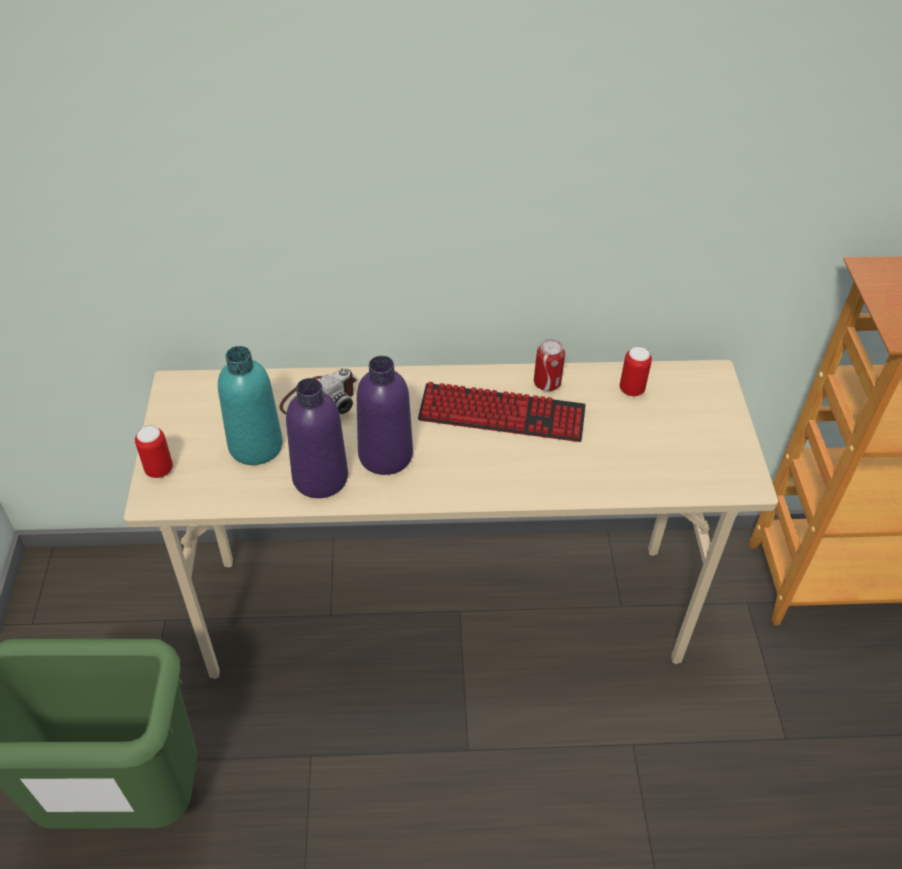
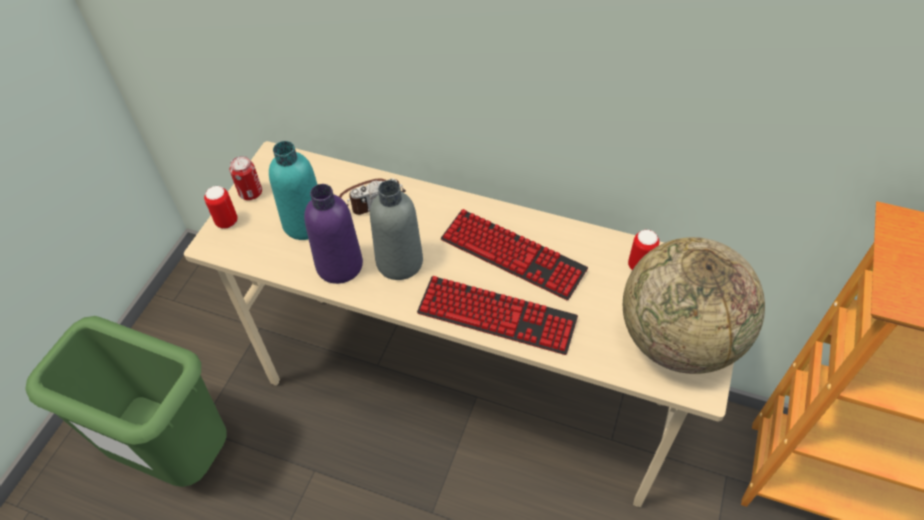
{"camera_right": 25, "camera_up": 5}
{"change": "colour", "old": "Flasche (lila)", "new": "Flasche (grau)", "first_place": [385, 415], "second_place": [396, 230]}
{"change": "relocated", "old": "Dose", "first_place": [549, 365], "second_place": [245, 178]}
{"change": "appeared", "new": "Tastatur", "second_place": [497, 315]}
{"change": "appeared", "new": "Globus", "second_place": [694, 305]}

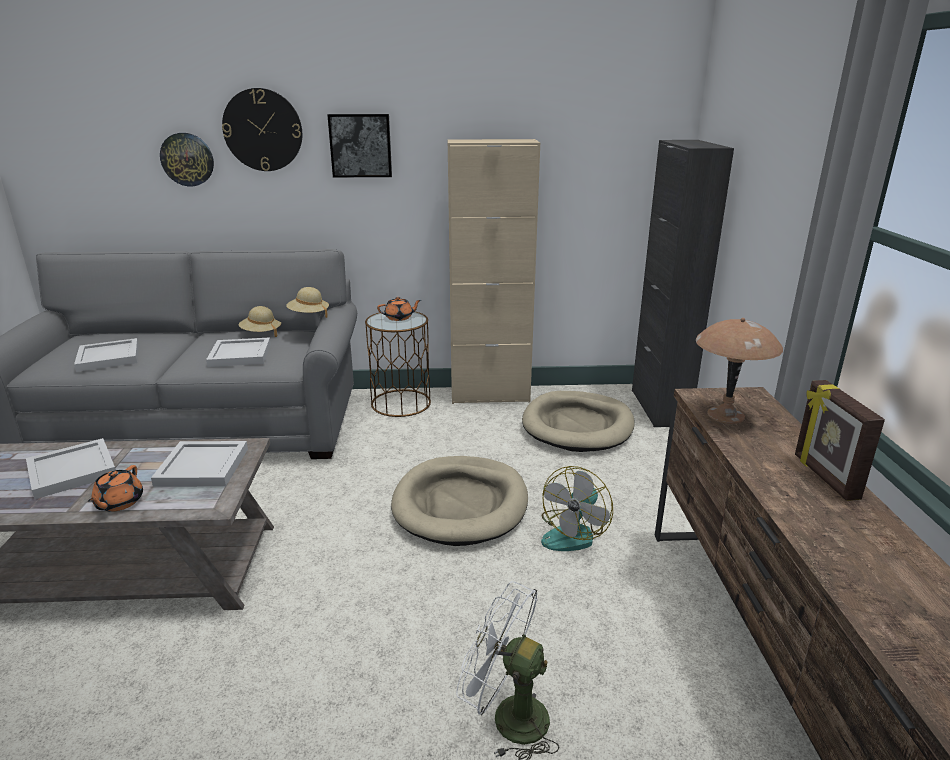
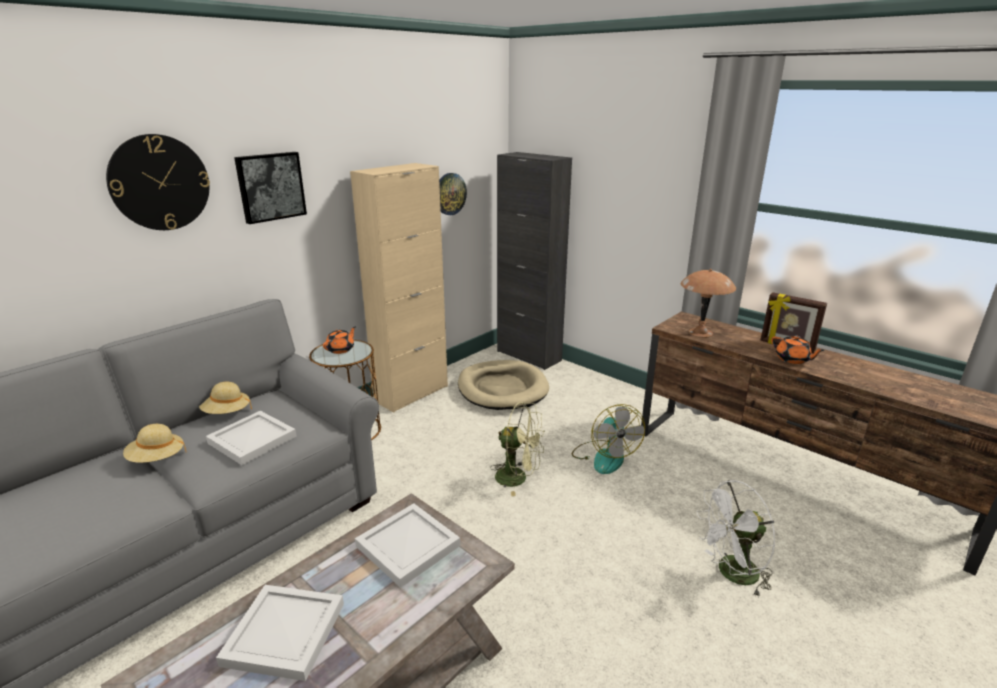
{"camera_right": -45, "camera_up": 0}
{"change": "missing", "old": "Tablett (weiß)", "first_place": [106, 355]}
{"change": "relocated", "old": "Teekanne (orange)", "first_place": [115, 488], "second_place": [798, 350]}
{"change": "relocated", "old": "Wanduhr", "first_place": [187, 159], "second_place": [453, 194]}
{"change": "relocated", "old": "Hut (beige)", "first_place": [307, 302], "second_place": [155, 443]}
{"change": "exchanged", "old": "Hundebett (beige)", "new": "Ventilator (grün)", "first_place": [459, 501], "second_place": [517, 449]}

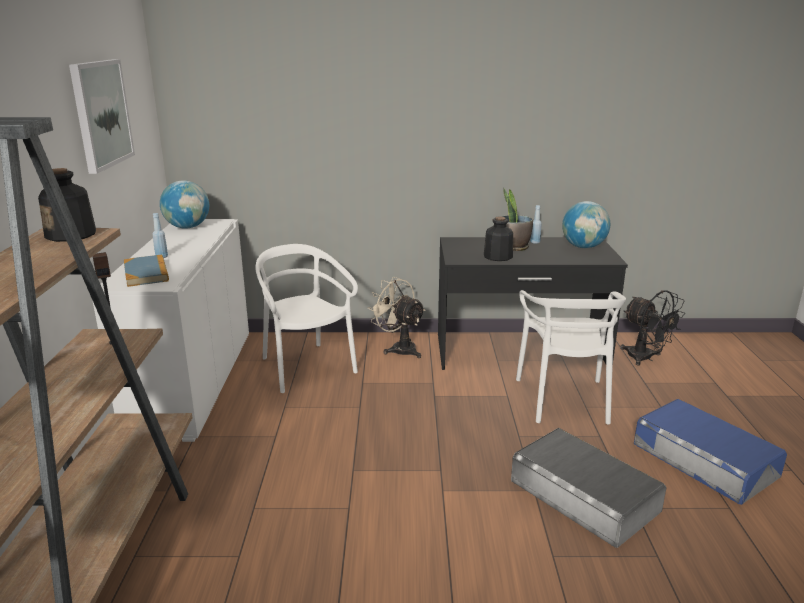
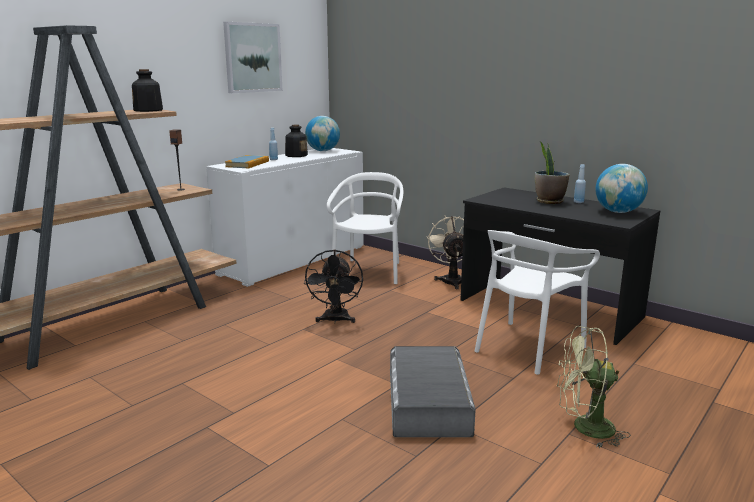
{"camera_right": 40, "camera_up": -5}
{"change": "relocated", "old": "Flasche", "first_place": [498, 238], "second_place": [296, 141]}
{"change": "relocated", "old": "Ventilator (schwarz)", "first_place": [652, 328], "second_place": [333, 286]}
{"change": "exchanged", "old": "Aufbewahrungsbox (blau)", "new": "Ventilator (grün)", "first_place": [710, 452], "second_place": [594, 387]}

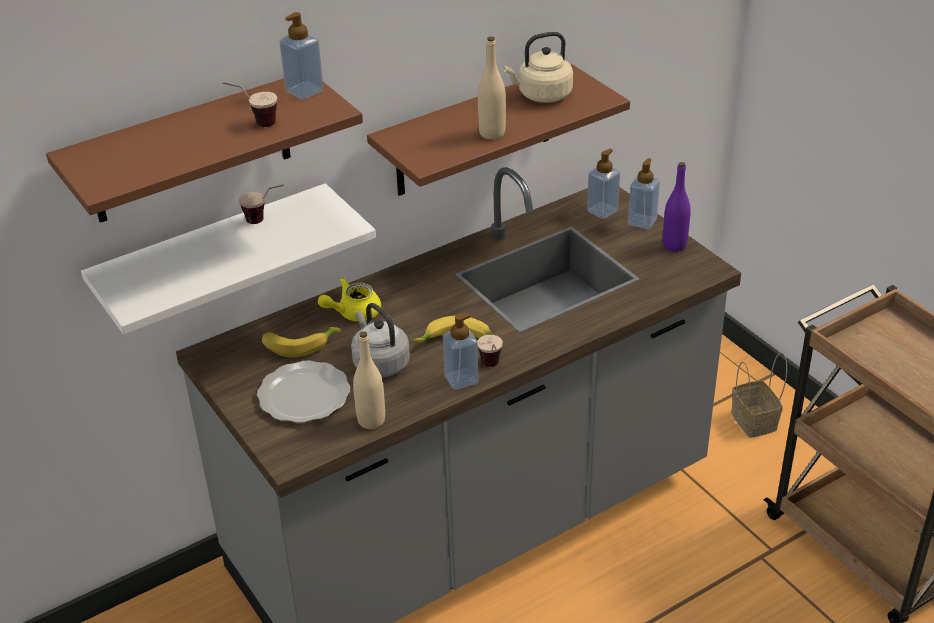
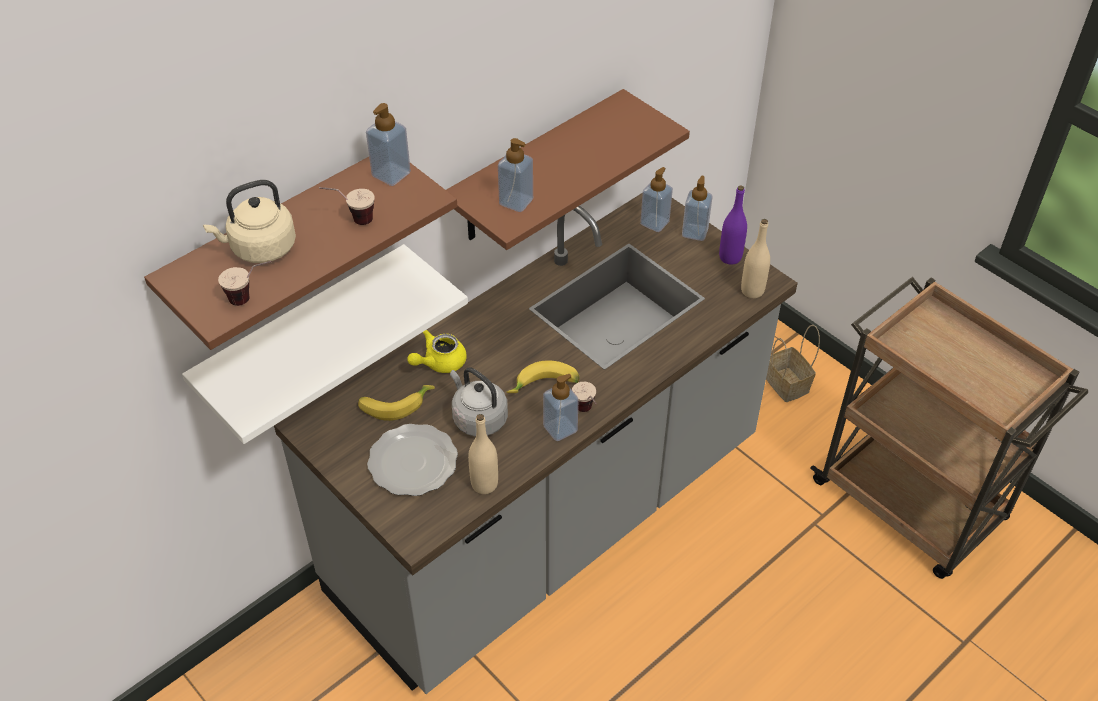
{"camera_right": -10, "camera_up": 10}
{"change": "relocated", "old": "Tasse", "first_place": [261, 204], "second_place": [245, 283]}
{"change": "relocated", "old": "Flasche (beige)", "first_place": [492, 88], "second_place": [755, 258]}
{"change": "relocated", "old": "Wasserkessel (beige)", "first_place": [538, 67], "second_place": [249, 221]}
{"change": "appeared", "new": "Seifenspender", "second_place": [515, 175]}

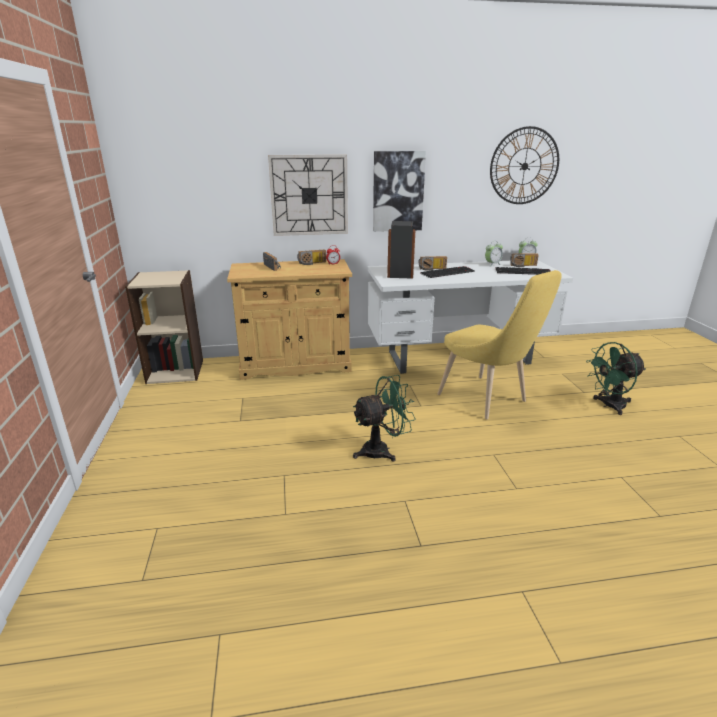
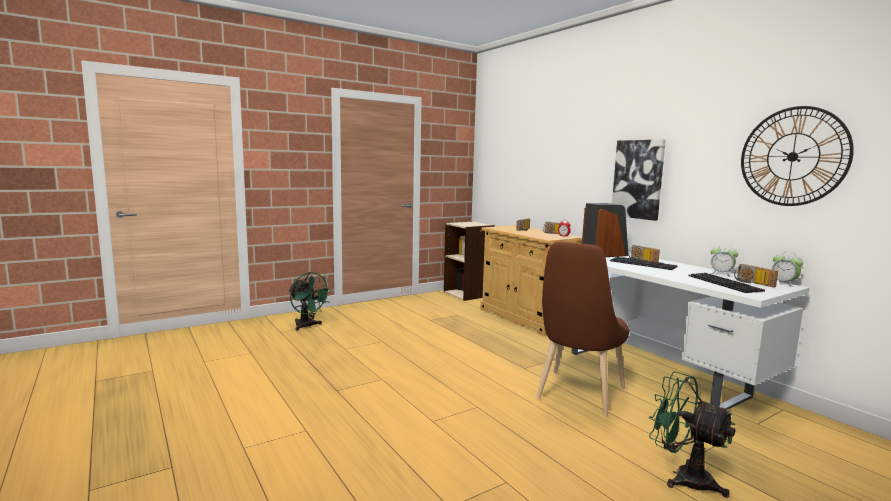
{"camera_right": 65, "camera_up": -15}
{"change": "missing", "old": "Wanduhr", "first_place": [308, 195]}
{"change": "relocated", "old": "Ventilator (grün)", "first_place": [384, 418], "second_place": [310, 301]}
{"change": "colour", "old": "Stuhl (gelb)", "new": "Stuhl (braun)", "first_place": [499, 344], "second_place": [583, 329]}

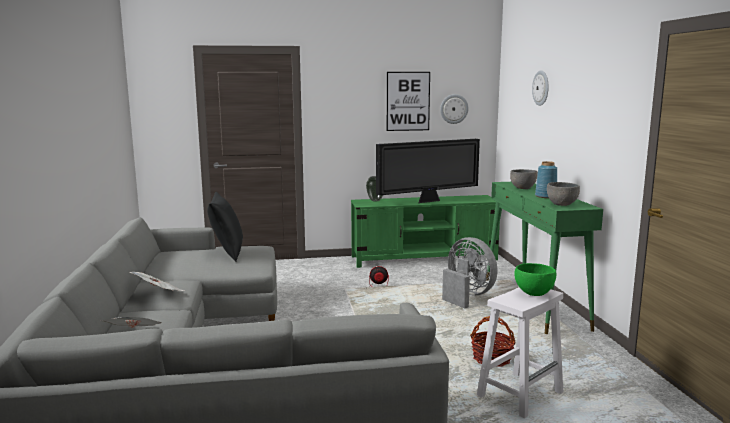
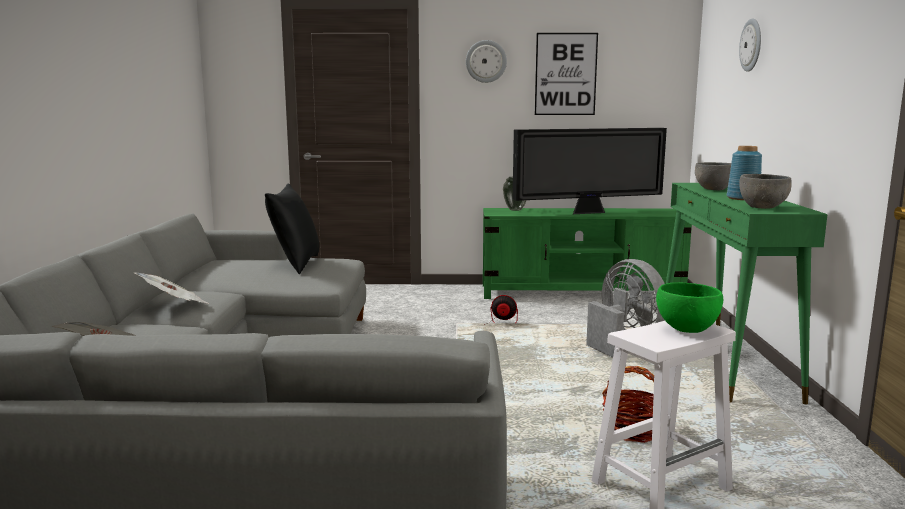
{"camera_right": 10, "camera_up": 0}
{"change": "relocated", "old": "Wanduhr", "first_place": [454, 109], "second_place": [486, 61]}

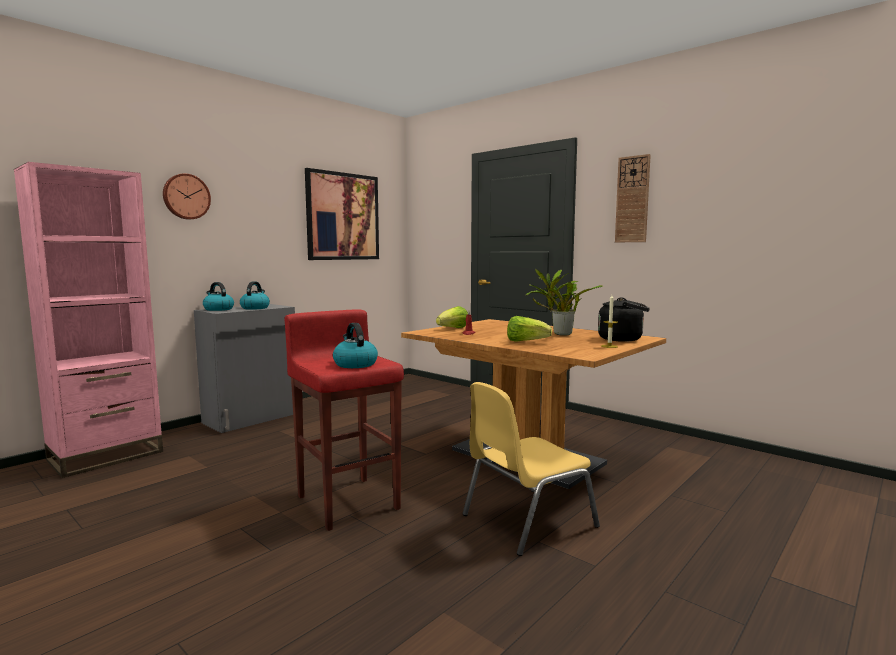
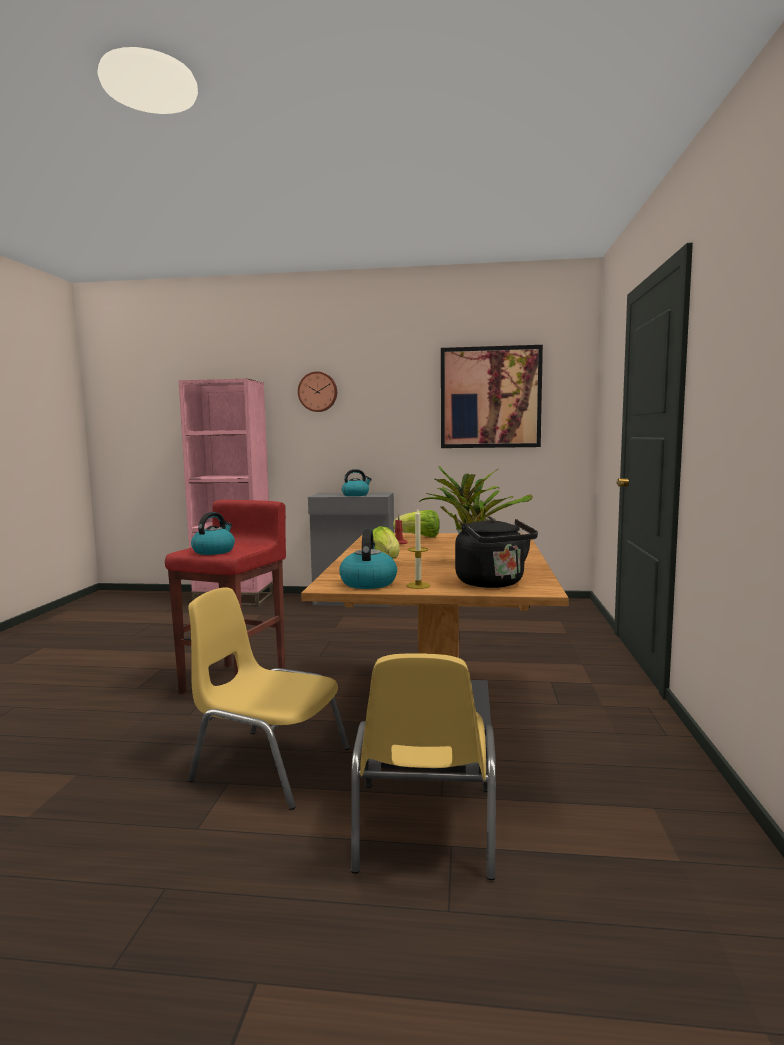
{"camera_right": 55, "camera_up": 0}
{"change": "relocated", "old": "Wasserkessel", "first_place": [218, 296], "second_place": [368, 559]}
{"change": "missing", "old": "Wanduhr", "first_place": [633, 198]}
{"change": "appeared", "new": "Stuhl (gelb)", "second_place": [423, 766]}

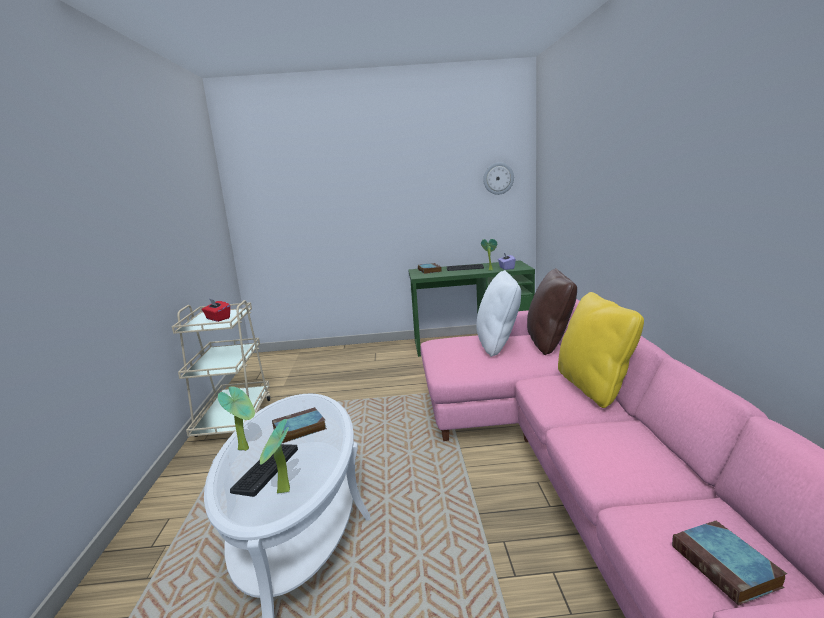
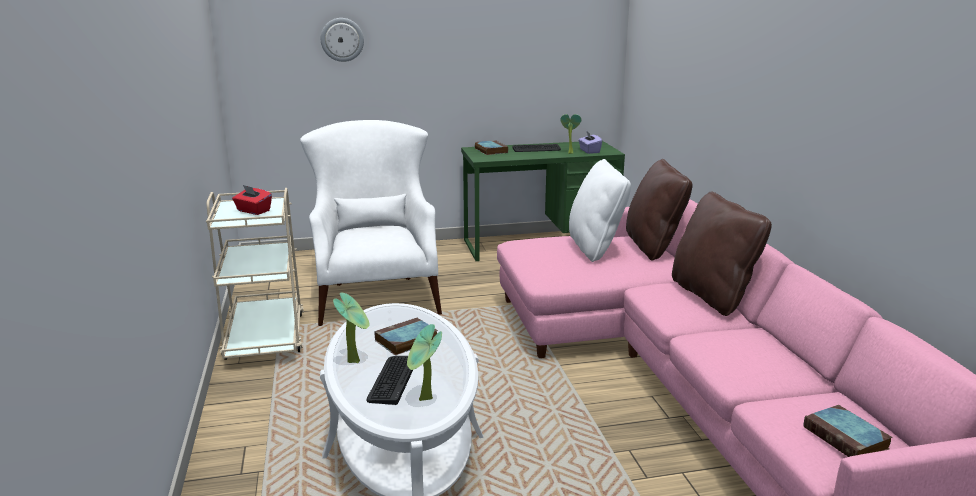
{"camera_right": -10, "camera_up": 5}
{"change": "relocated", "old": "Wanduhr", "first_place": [498, 178], "second_place": [342, 40]}
{"change": "colour", "old": "Kissen (gelb)", "new": "Kissen (braun)", "first_place": [601, 350], "second_place": [722, 253]}
{"change": "appeared", "new": "Sessel (weiß)", "second_place": [371, 223]}

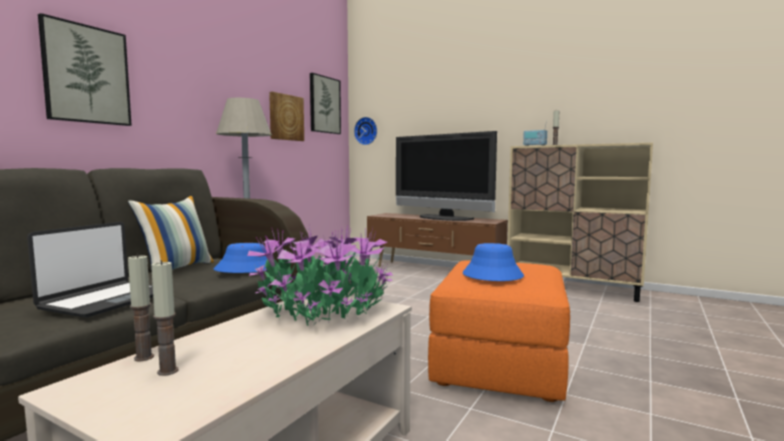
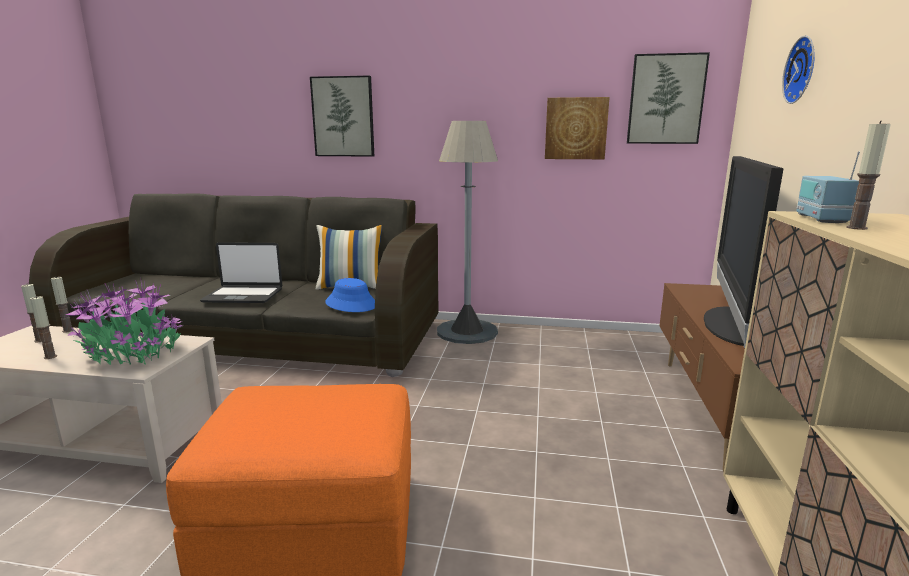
{"camera_right": 70, "camera_up": 10}
{"change": "relocated", "old": "Wanduhr", "first_place": [365, 131], "second_place": [798, 70]}
{"change": "missing", "old": "Hut (blau)", "first_place": [493, 262]}
{"change": "appeared", "new": "Kerze", "second_place": [43, 327]}

